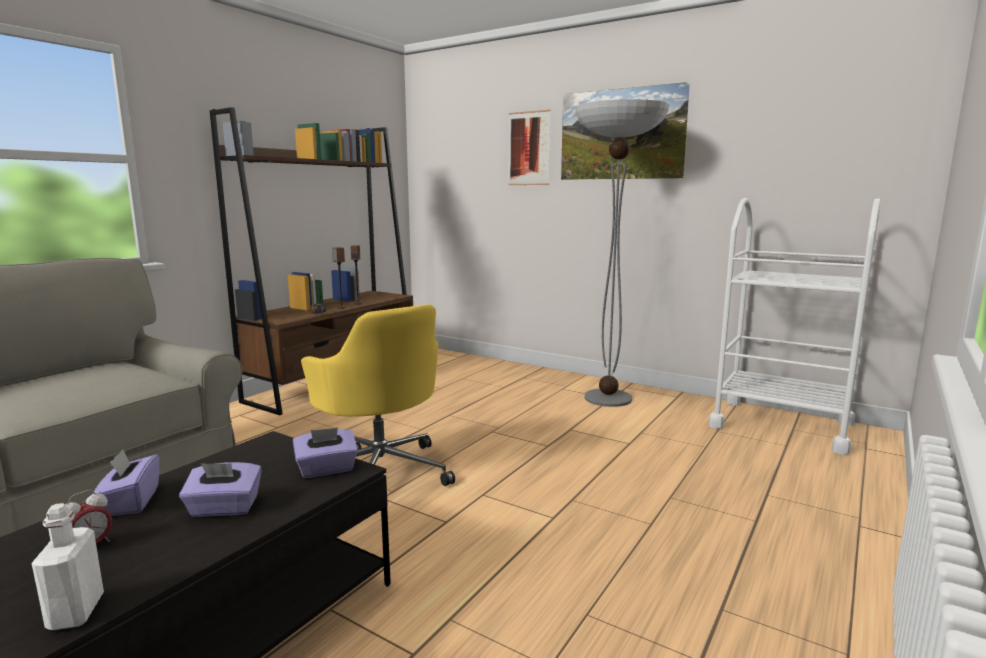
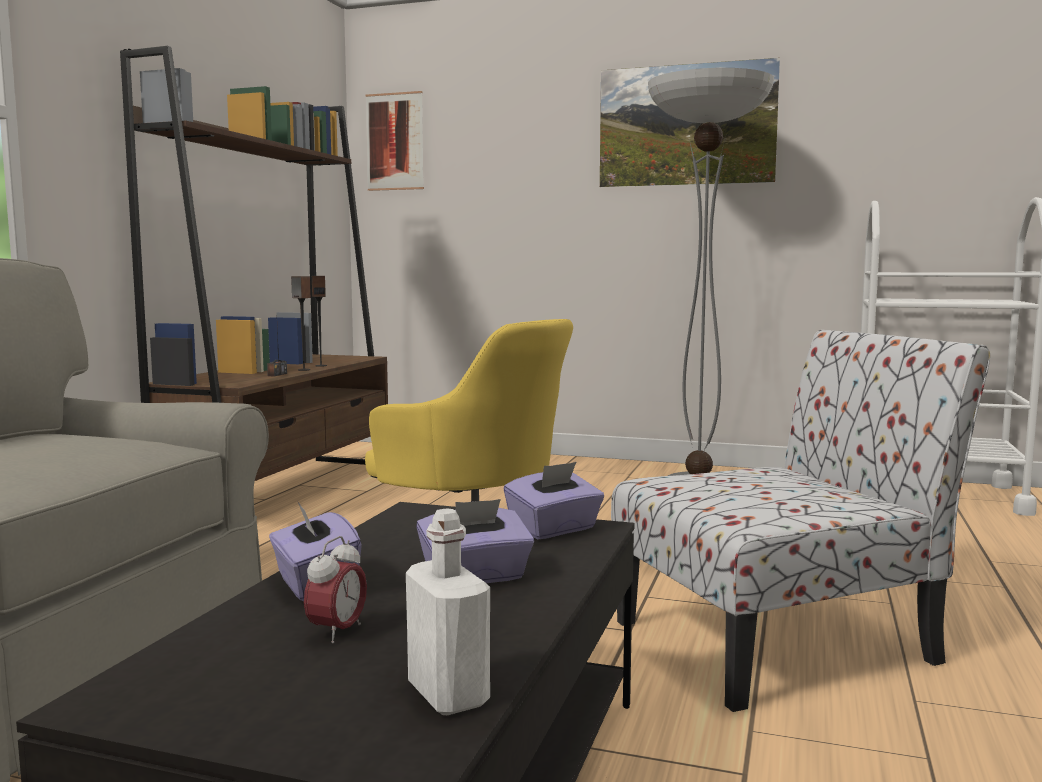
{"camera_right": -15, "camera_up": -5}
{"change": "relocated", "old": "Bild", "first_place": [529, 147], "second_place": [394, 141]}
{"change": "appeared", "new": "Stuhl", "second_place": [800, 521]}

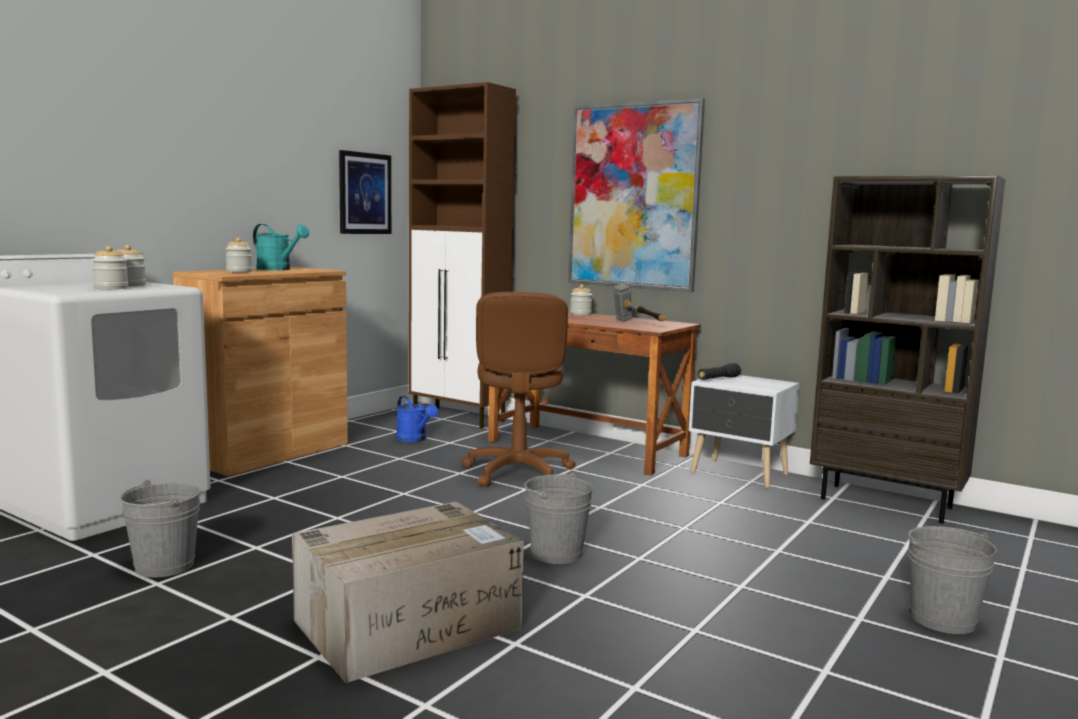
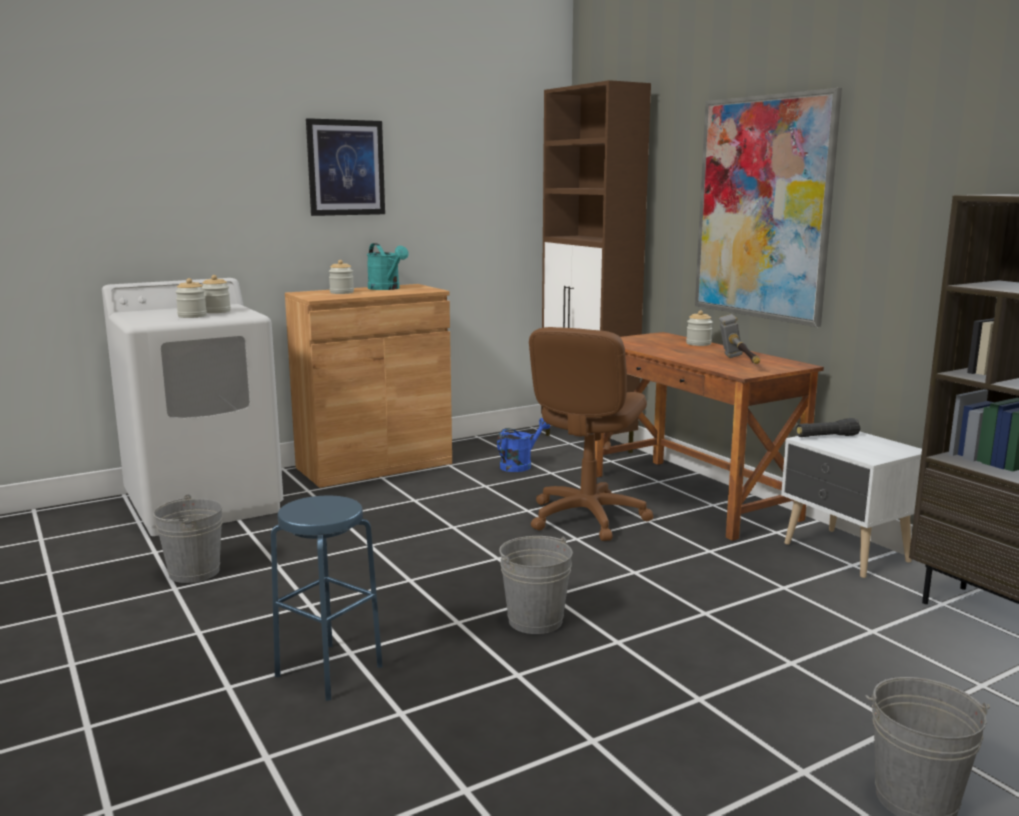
{"camera_right": 25, "camera_up": 5}
{"change": "exchanged", "old": "Karton", "new": "Hocker (blau)", "first_place": [408, 592], "second_place": [327, 598]}
{"change": "relocated", "old": "Bild", "first_place": [365, 192], "second_place": [345, 167]}
{"change": "spun", "old": "Gießkanne (blau)", "first_place": [417, 419], "second_place": [523, 445], "degrees": -120}

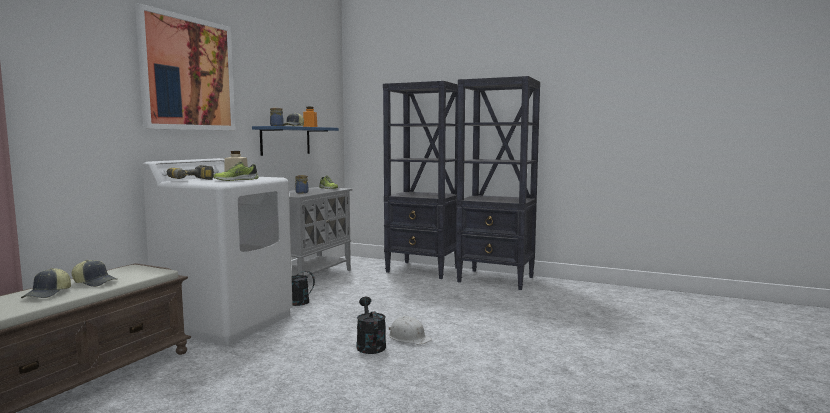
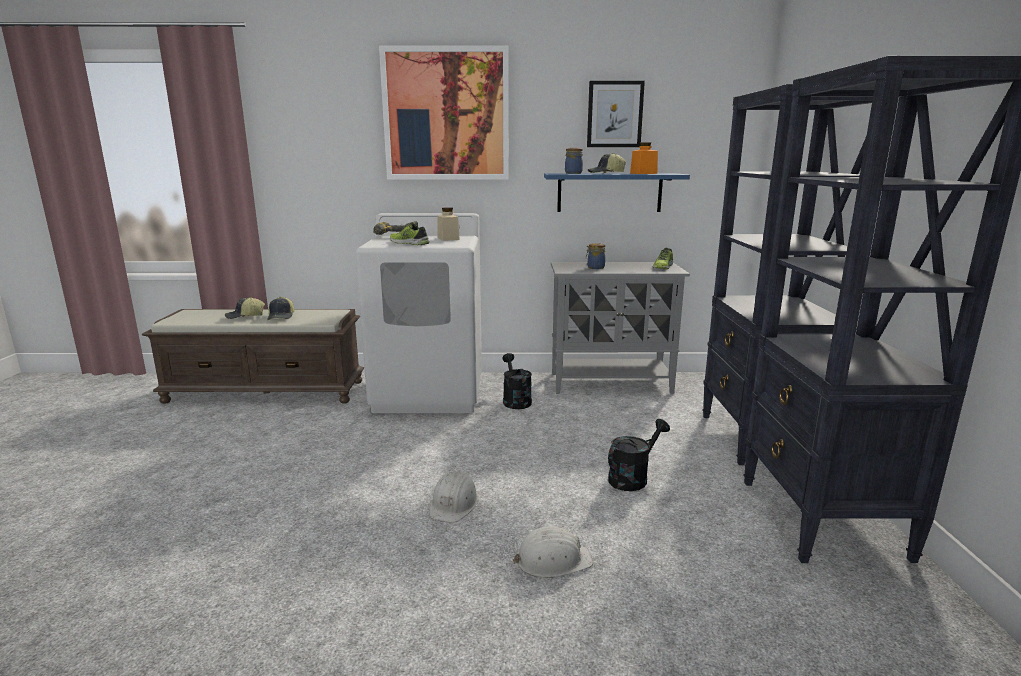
{"camera_right": 65, "camera_up": 10}
{"change": "relocated", "old": "Gießkanne (schwarz)", "first_place": [371, 325], "second_place": [639, 455]}
{"change": "appeared", "new": "Schutzhelm (weiß)", "second_place": [553, 552]}
{"change": "appeared", "new": "Bild", "second_place": [616, 114]}

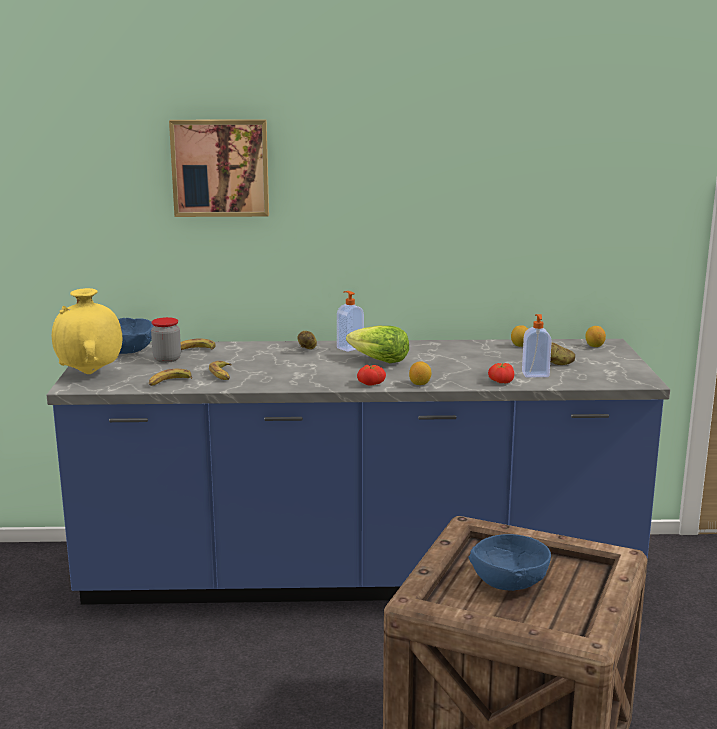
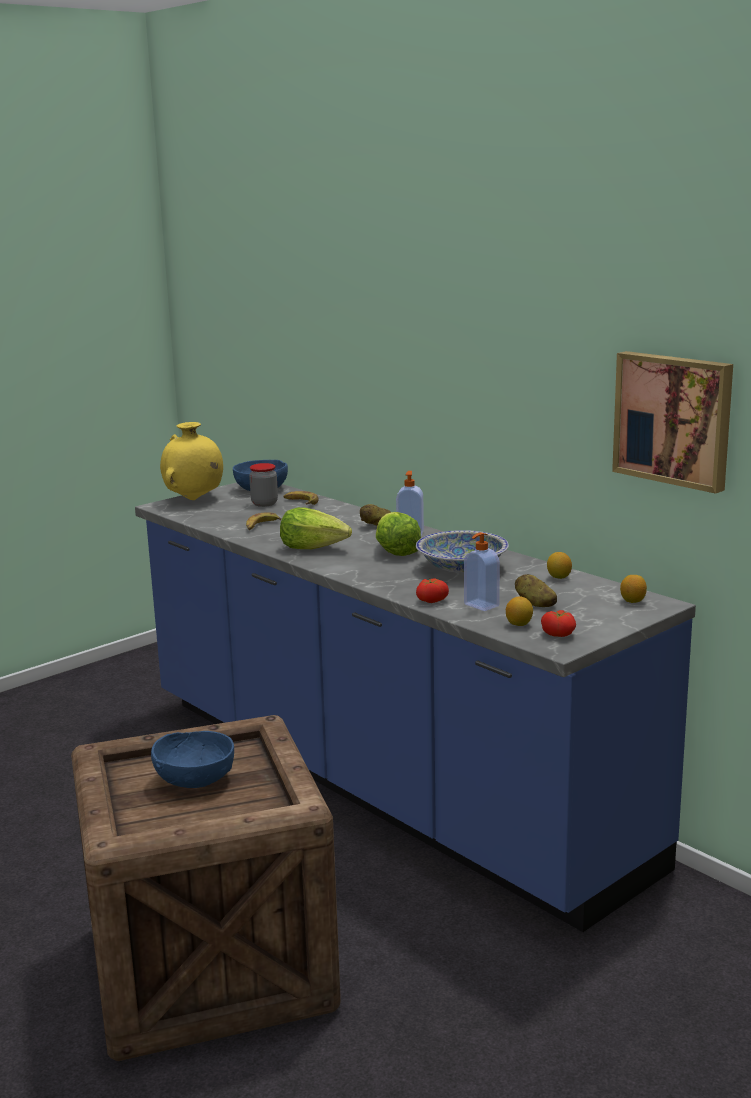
{"camera_right": 50, "camera_up": 0}
{"change": "missing", "old": "Banane", "first_place": [170, 377]}
{"change": "relocated", "old": "Bild", "first_place": [219, 168], "second_place": [672, 422]}
{"change": "relocated", "old": "Tomate", "first_place": [371, 375], "second_place": [558, 623]}
{"change": "relocated", "old": "Zitrone", "first_place": [420, 373], "second_place": [519, 611]}
{"change": "appeared", "new": "Salatkopf", "second_place": [316, 528]}
{"change": "appeared", "new": "Schüssel", "second_place": [462, 551]}

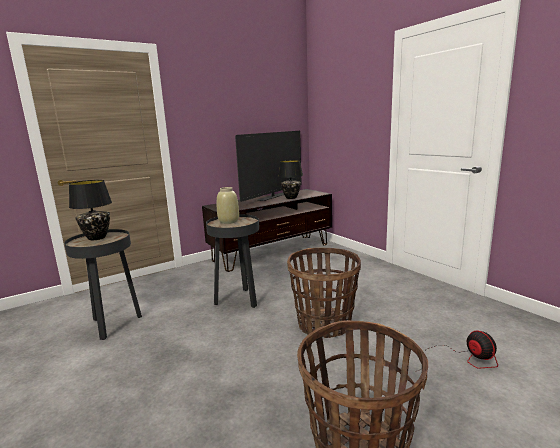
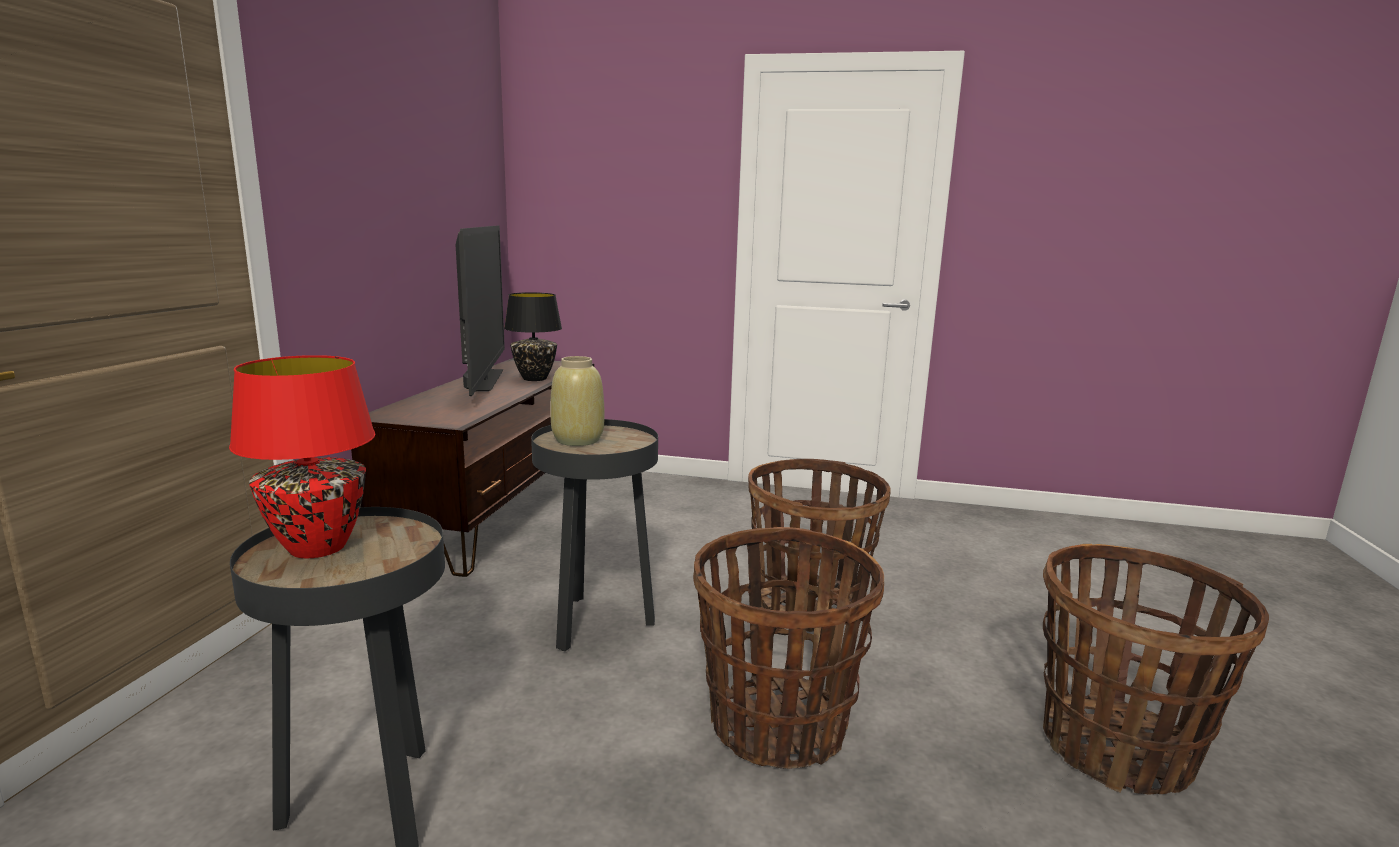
{"camera_right": -45, "camera_up": 0}
{"change": "colour", "old": "Tischlampe (schwarz)", "new": "Tischlampe (rot)", "first_place": [90, 210], "second_place": [302, 456]}
{"change": "missing", "old": "Ventilator", "first_place": [457, 350]}
{"change": "appeared", "new": "Korb", "second_place": [788, 648]}

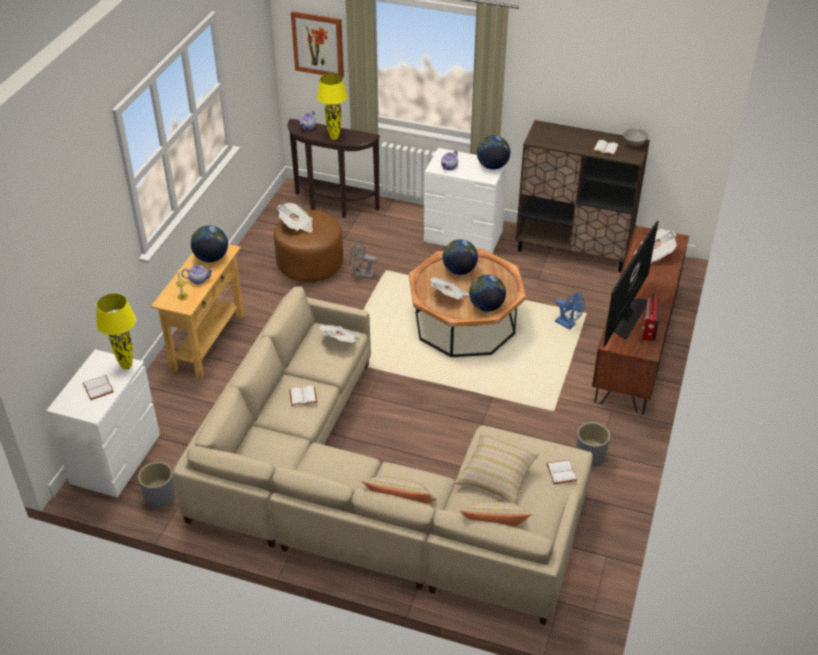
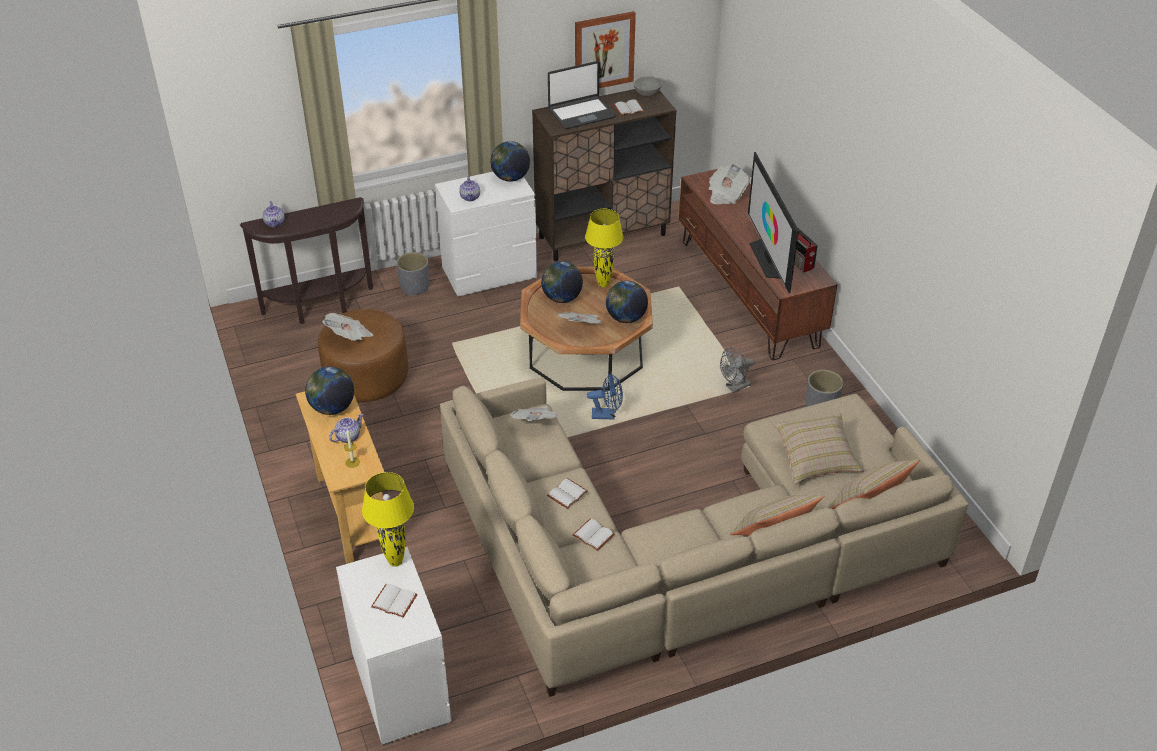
{"camera_right": -40, "camera_up": 0}
{"change": "relocated", "old": "Pflanzkübel (grau)", "first_place": [157, 485], "second_place": [412, 274]}
{"change": "relocated", "old": "Bild", "first_place": [317, 44], "second_place": [605, 49]}
{"change": "relocated", "old": "Tischlampe (gelb)", "first_place": [332, 106], "second_place": [604, 248]}
{"change": "relocated", "old": "Ventilator (grau)", "first_place": [363, 260], "second_place": [737, 370]}
{"change": "relocated", "old": "Buch (weiß)", "first_place": [561, 472], "second_place": [594, 535]}
{"change": "relocated", "old": "Ventilator (blau)", "first_place": [570, 311], "second_place": [605, 396]}
{"change": "appeared", "new": "Laptop", "second_place": [581, 95]}

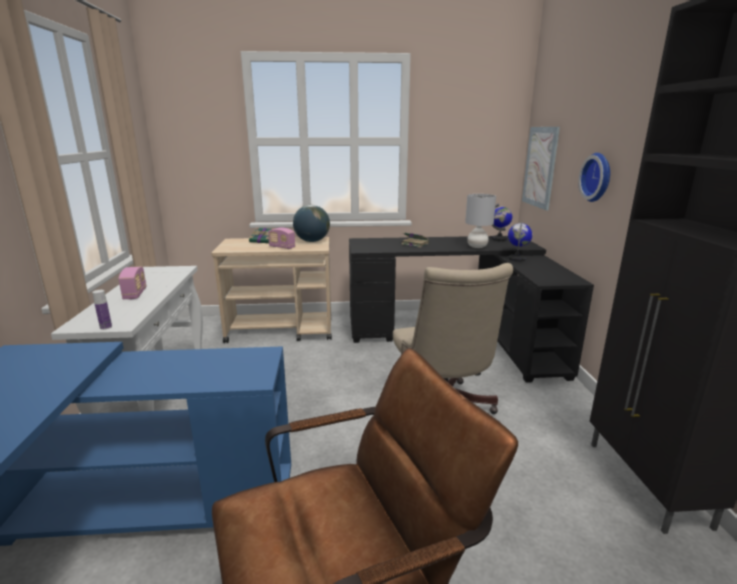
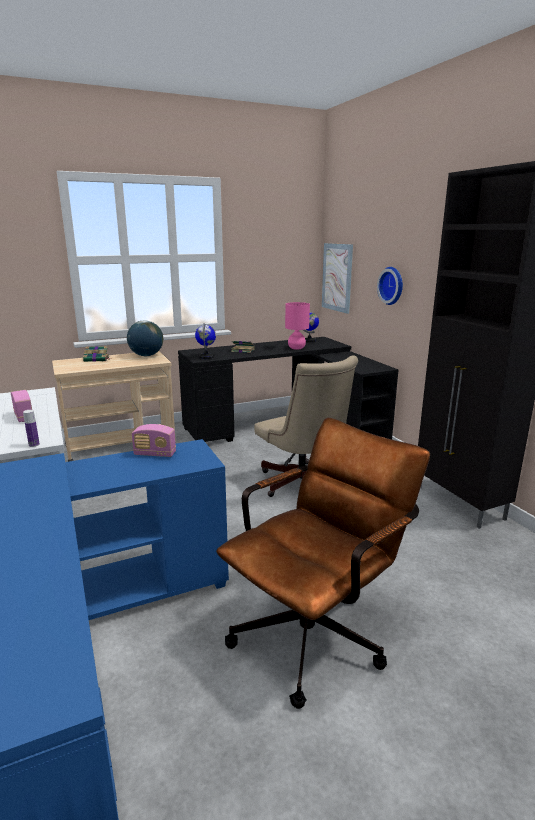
{"camera_right": -20, "camera_up": 0}
{"change": "relocated", "old": "Radio", "first_place": [281, 238], "second_place": [154, 440]}
{"change": "colour", "old": "Tischlampe (grau)", "new": "Tischlampe (rosa)", "first_place": [480, 221], "second_place": [297, 326]}
{"change": "relocated", "old": "Globus", "first_place": [520, 241], "second_place": [205, 341]}

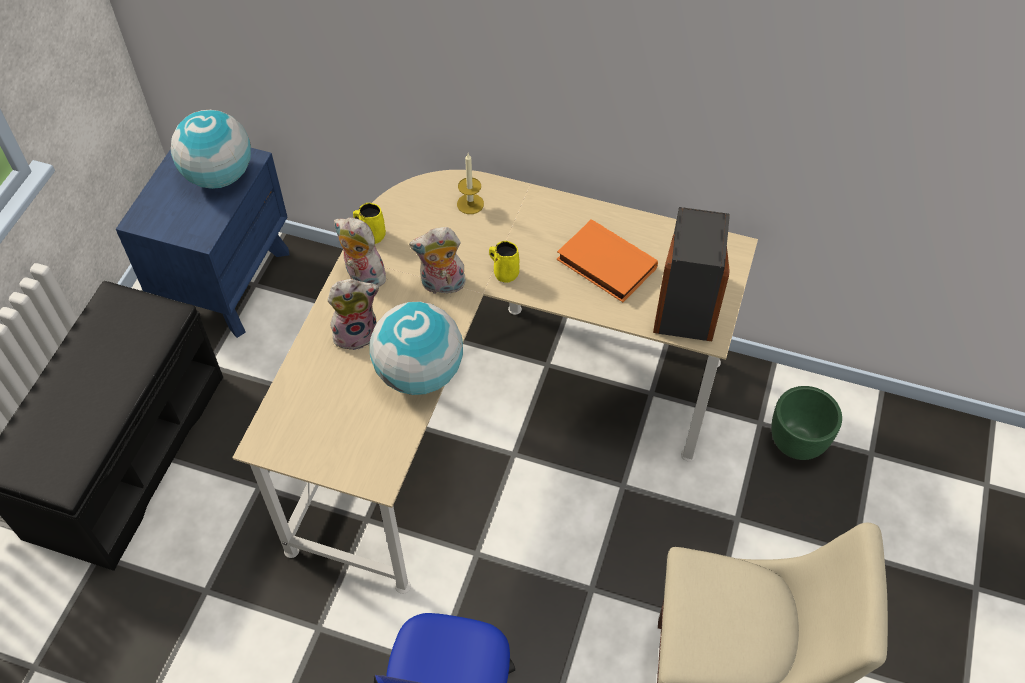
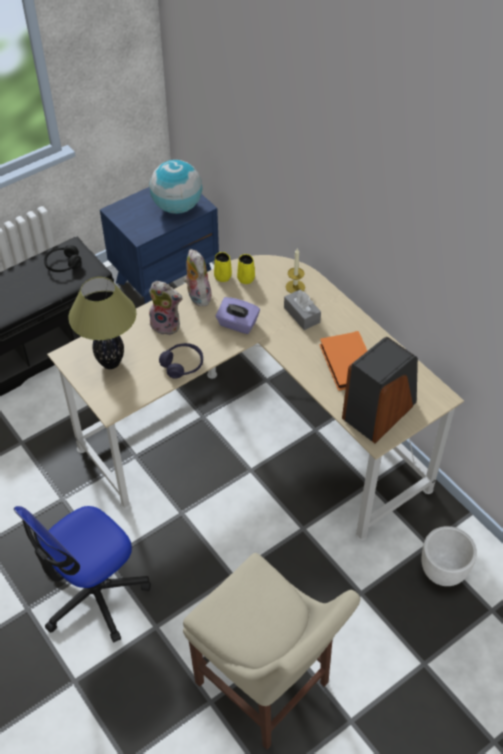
{"camera_right": 35, "camera_up": -5}
{"change": "exchanged", "old": "Globus", "new": "Kopfhörer (lila)", "first_place": [416, 348], "second_place": [181, 361]}
{"change": "exchanged", "old": "Plüschtier", "new": "Taschentuchbox (lila)", "first_place": [437, 260], "second_place": [238, 315]}
{"change": "relocated", "old": "Henkelbecher (gelb)", "first_place": [504, 262], "second_place": [246, 269]}
{"change": "colour", "old": "Pflanzkübel (grün)", "new": "Pflanzkübel (weiß)", "first_place": [806, 423], "second_place": [449, 556]}
{"change": "appeared", "new": "Kopfhörer (schwarz)", "second_place": [63, 258]}
{"change": "appeared", "new": "Tischlampe", "second_place": [102, 323]}
{"change": "appeared", "new": "Taschentuchbox (grau)", "second_place": [302, 309]}

